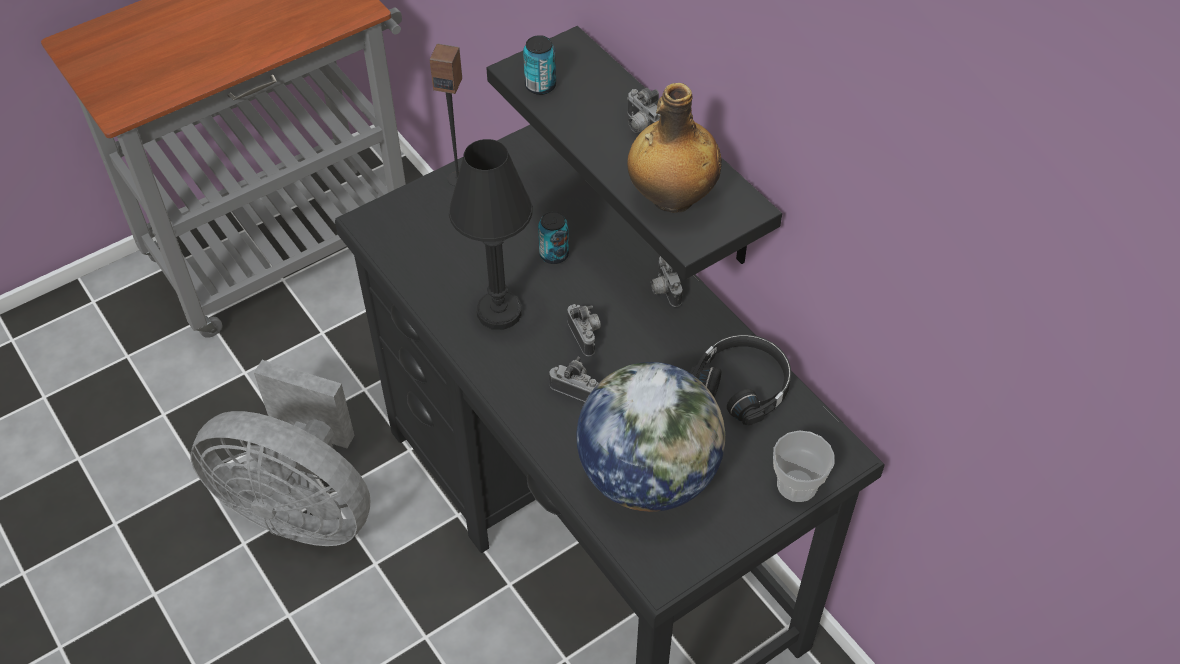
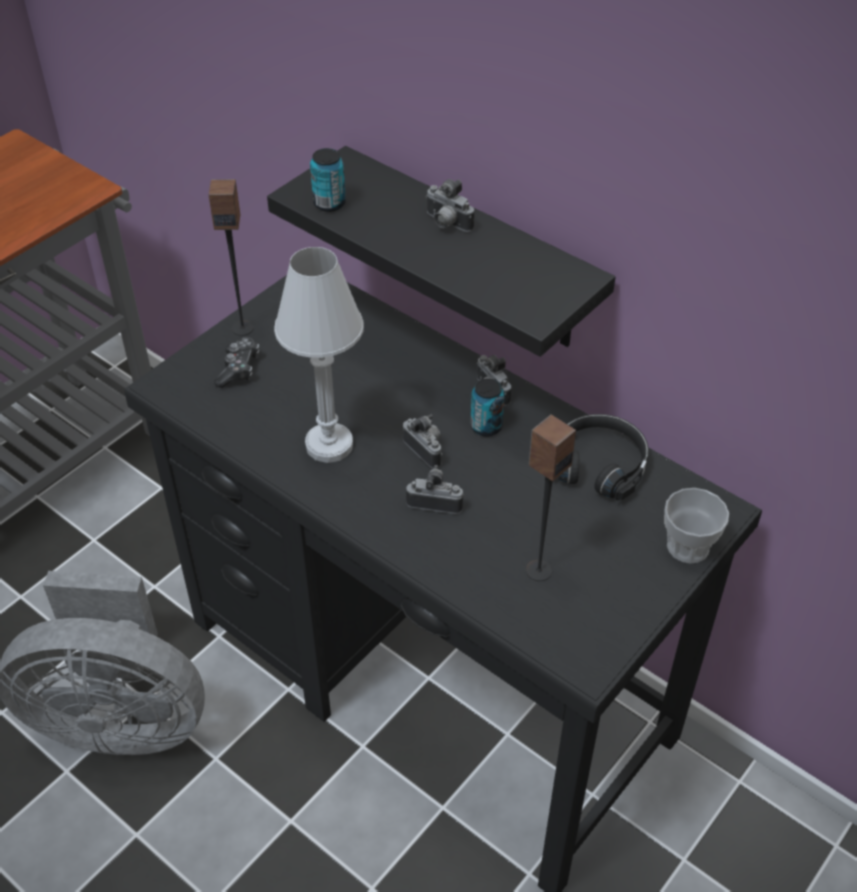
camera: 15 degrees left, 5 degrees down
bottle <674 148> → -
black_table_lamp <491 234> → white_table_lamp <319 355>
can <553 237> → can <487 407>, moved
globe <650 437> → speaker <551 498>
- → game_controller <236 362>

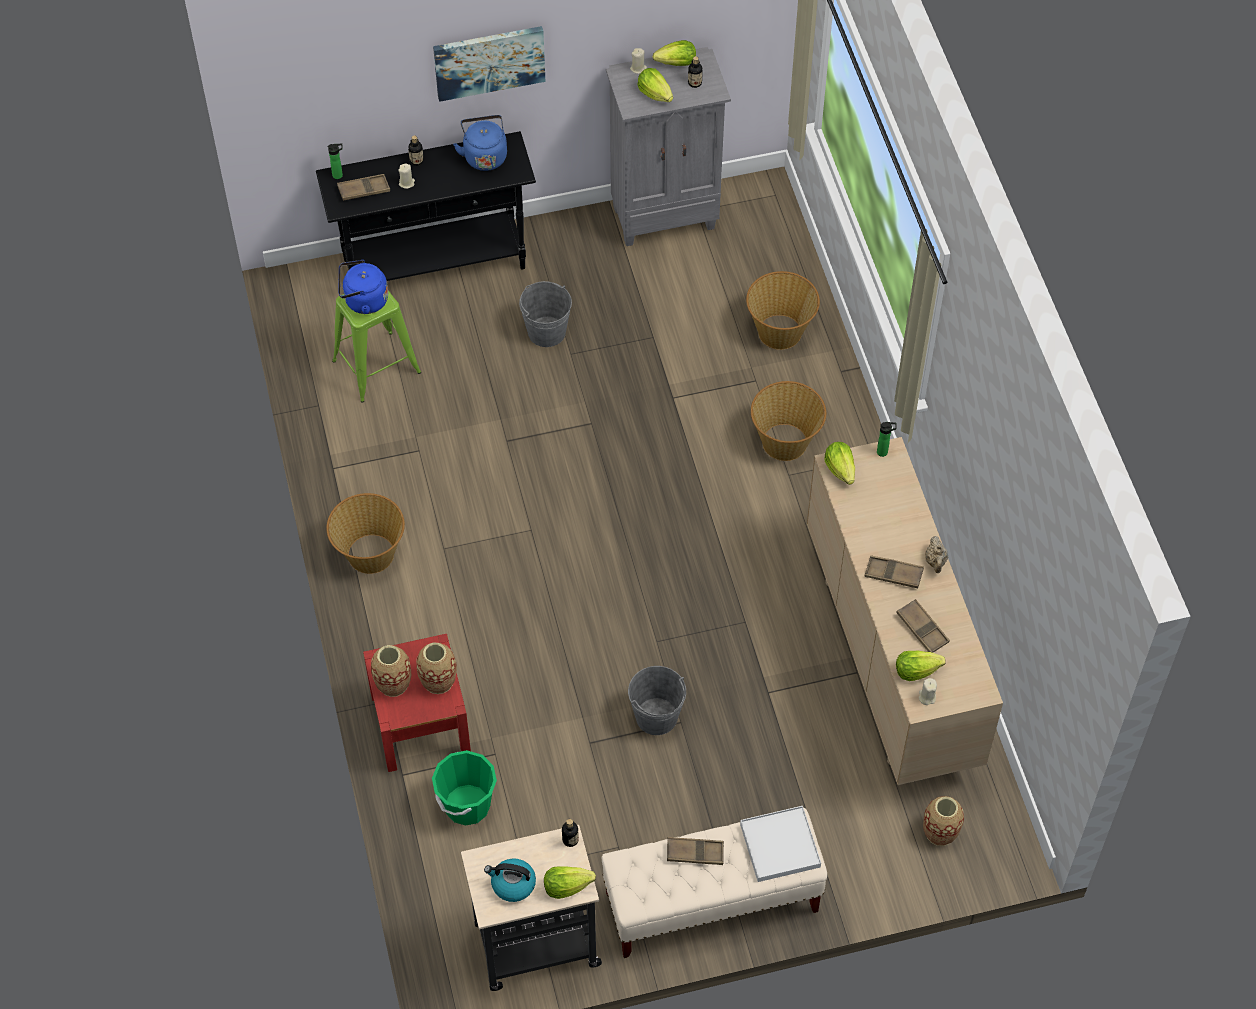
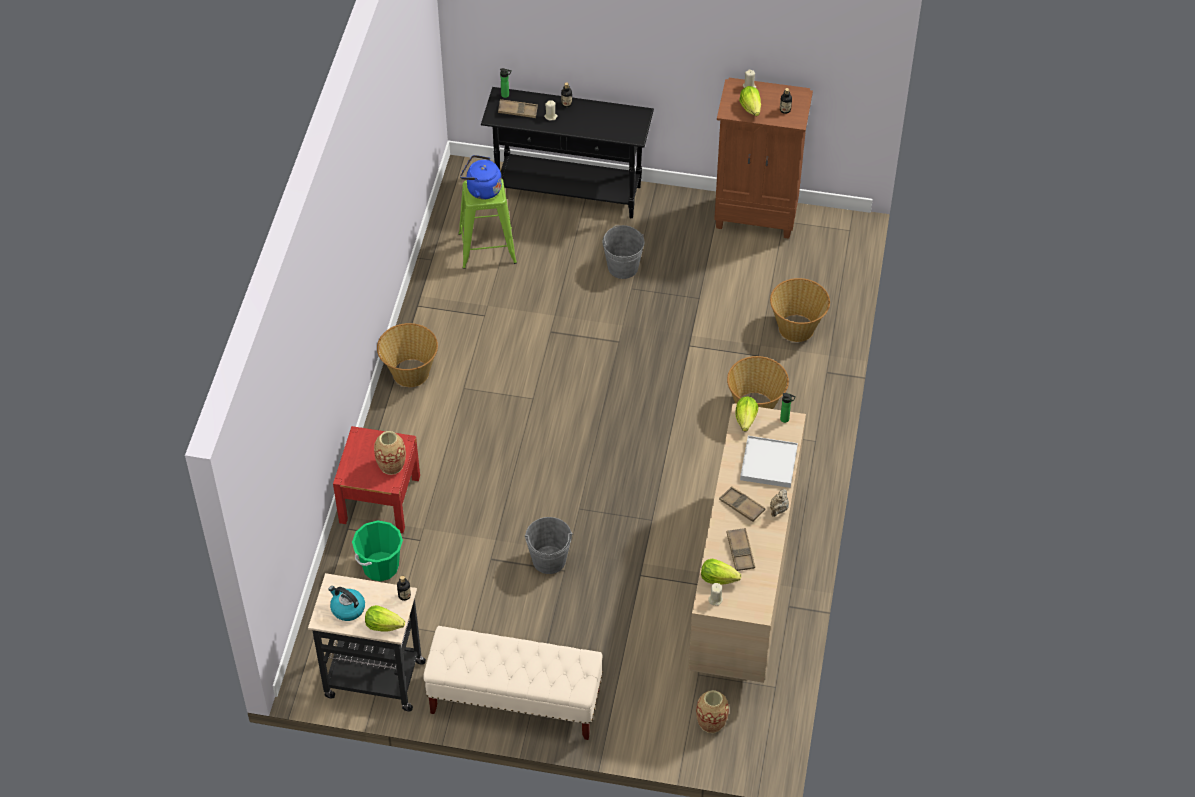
camera: 25 degrees right, 5 degrees down
picture <489 64> → -
lettuce <674 53> → -
grey_cabinet <668 146> → brown_cabinet <763 158>
blue_kettle <480 143> → -
vase <391 671> → -
white_tray <780 844> → white_tray <769 462>, moved
brown_tray <695 851> → -

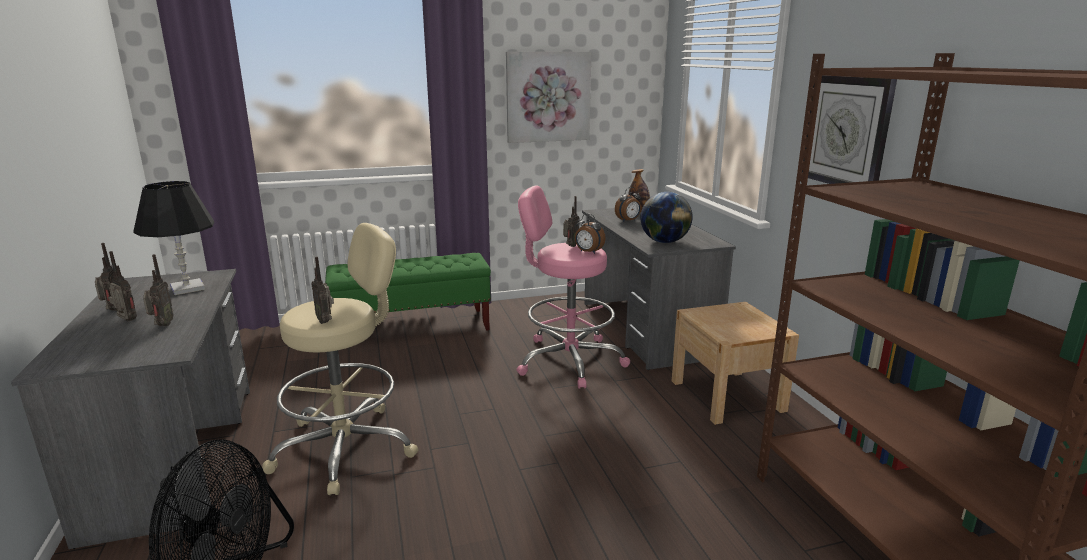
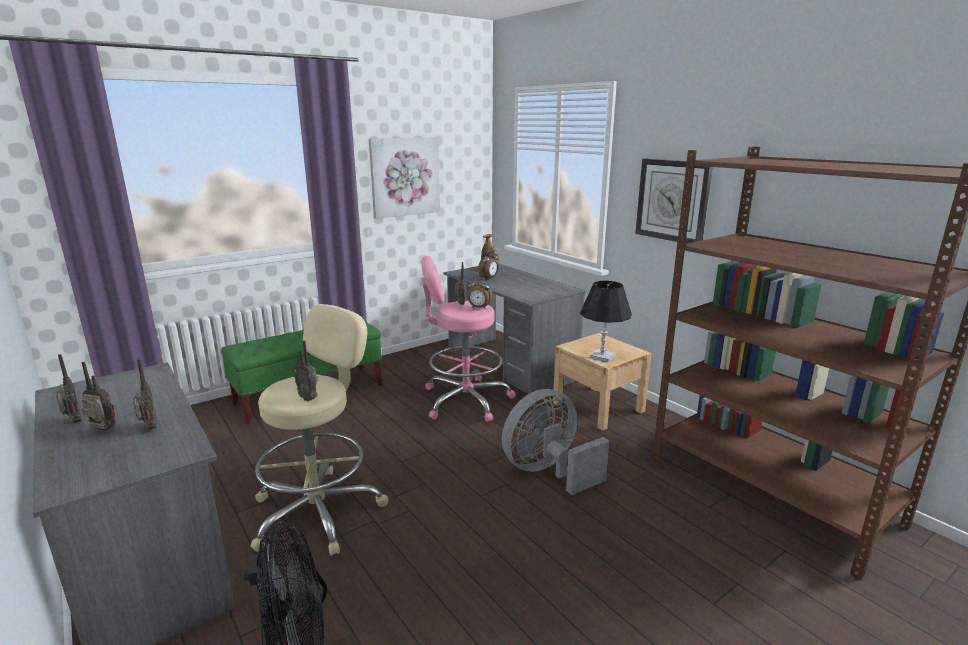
camera: 20 degrees left, 0 degrees up
black_table_lamp <174 238> → black_table_lamp <606 321>, moved
globe <667 217> → -
- → grey_fan <555 442>

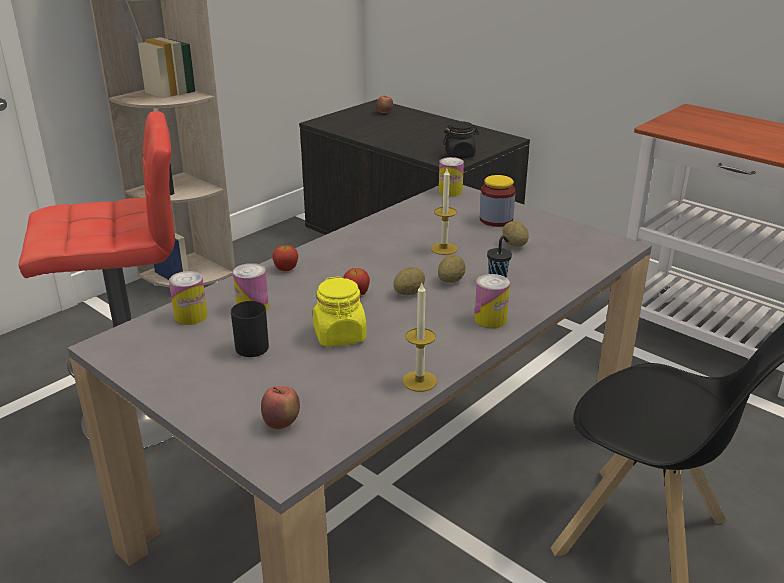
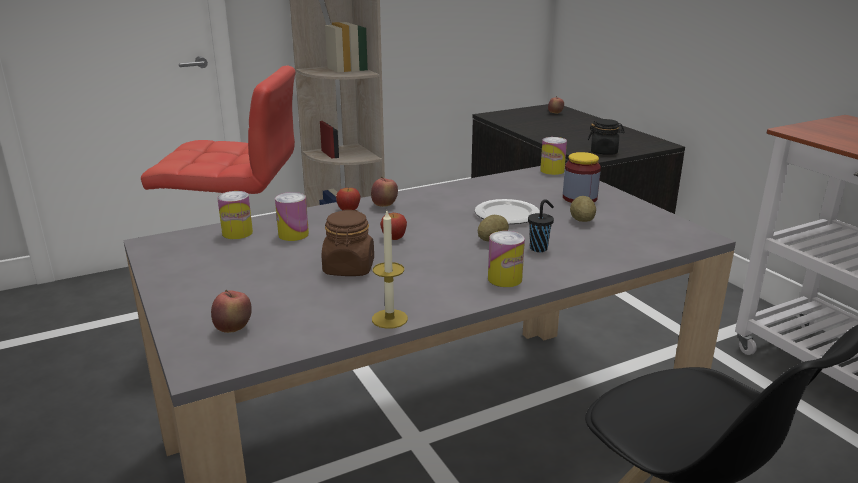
camera: 20 degrees right, 5 degrees down
candle <444 212> → plate <507 211>
potato <409 281> → -
yellow_jar <340 311> → brown_jar <348 243>
black_mug <250 329> → -
- → apple <384 192>

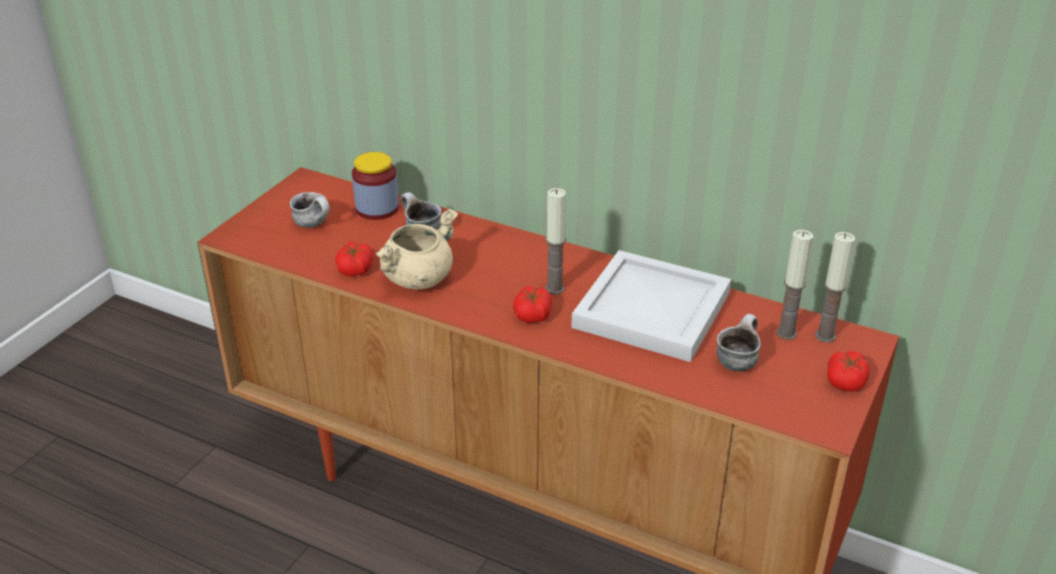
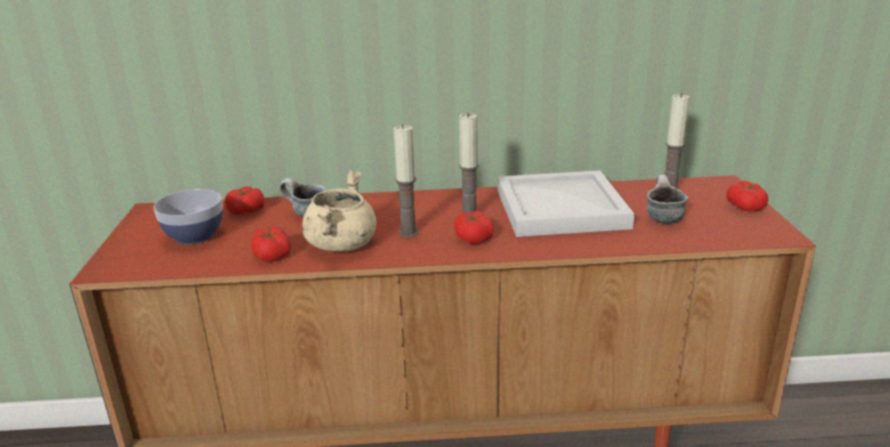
camera: 30 degrees left, 10 degrees down
jar <375 186> → tomato <245 201>
mug <310 210> → bowl <188 217>
candle <835 287> → candle <406 181>, moved

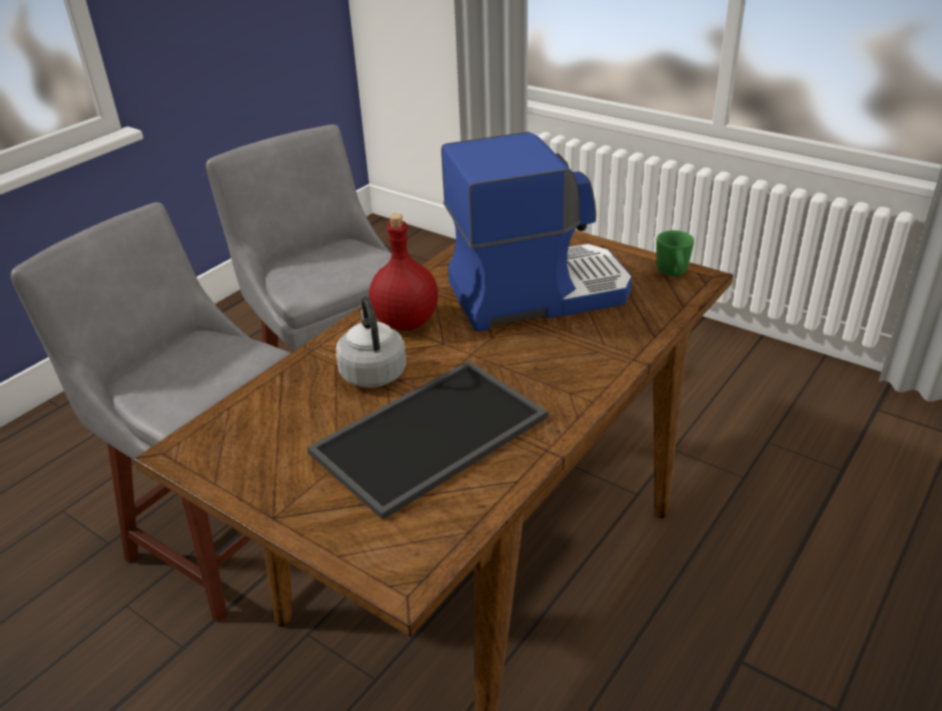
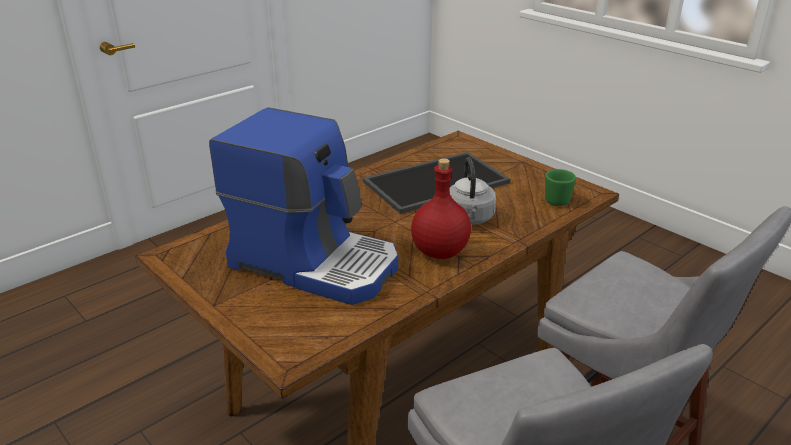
camera: 170 degrees left, 5 degrees down
coffee_machine <536 232> → coffee_machine <303 206>, 150 degrees counterclockwise
green_mug <675 253> → green_mug <560 187>, moved

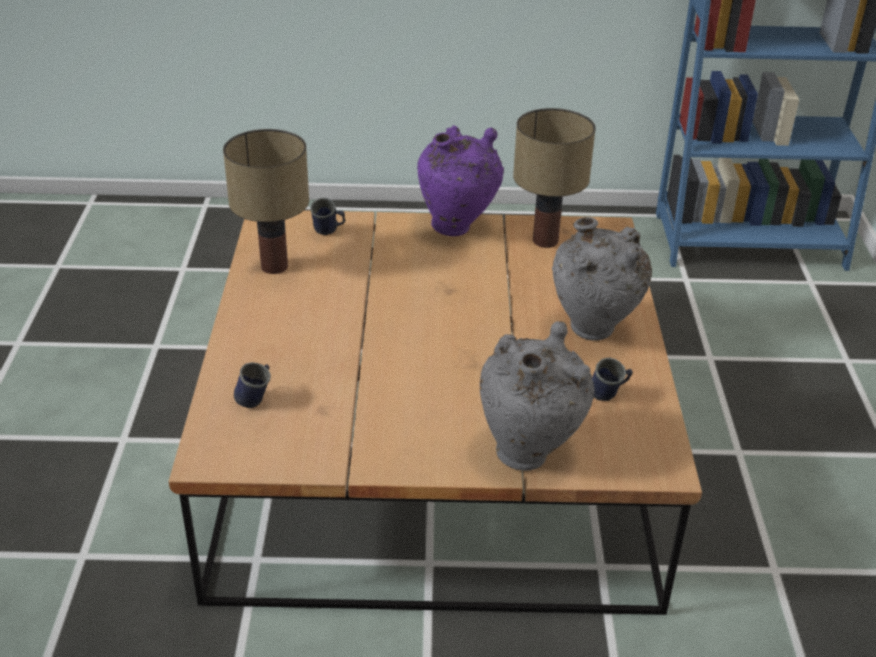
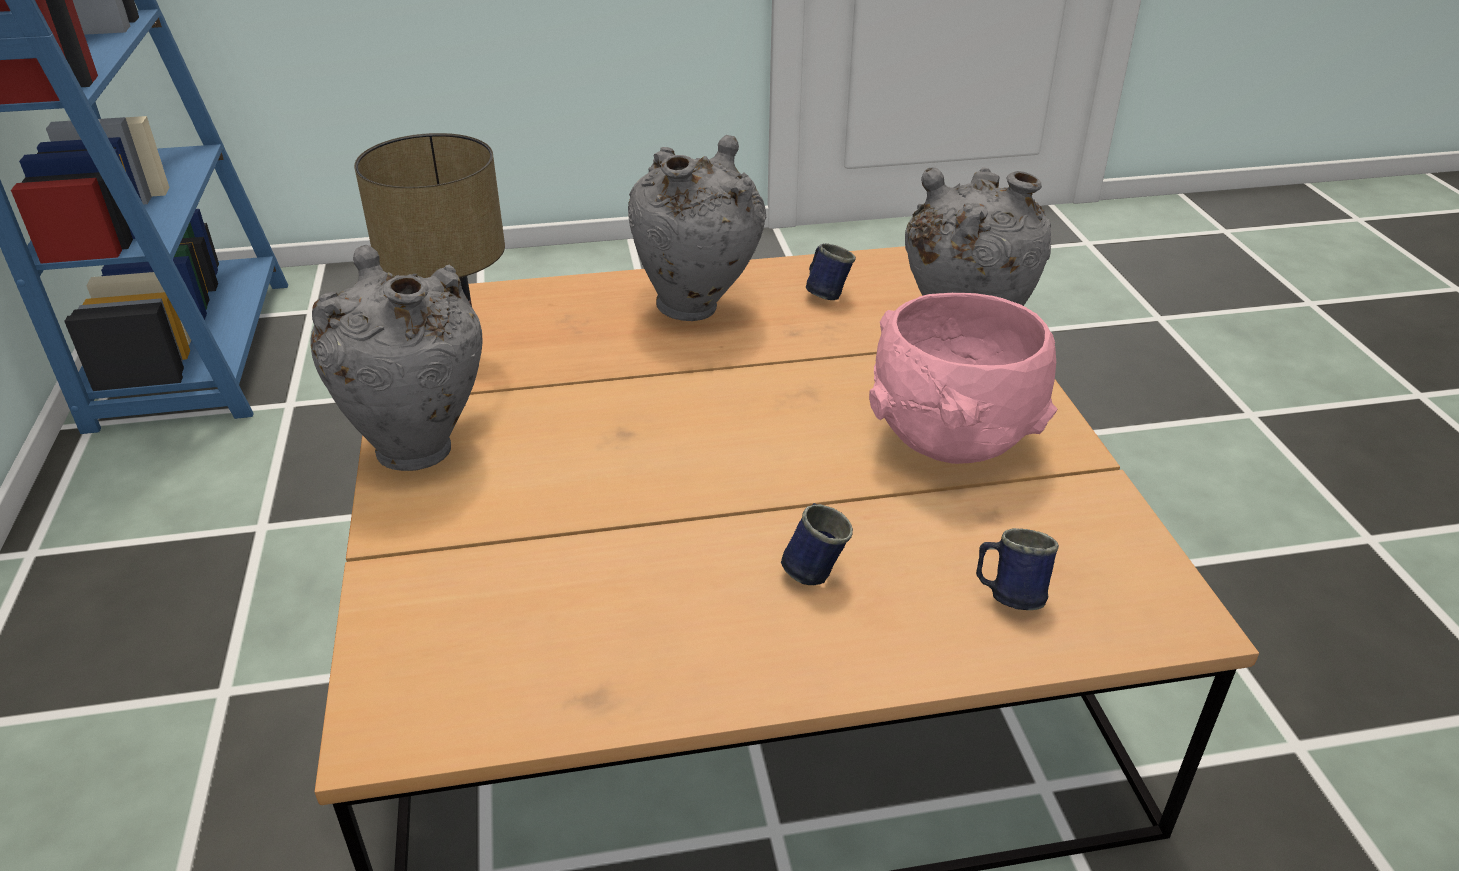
camera: 100 degrees left, 0 degrees up
purple_vase <460 180> → grey_vase <396 358>
table_lamp <266 201> → -
blue_mug <327 216> → blue_mug <817 544>, moved
- → pink_bowl <963 378>

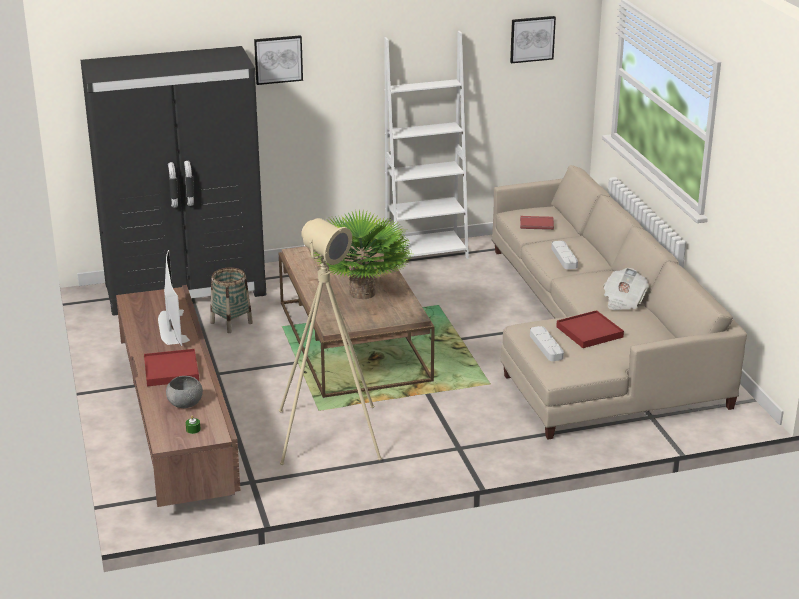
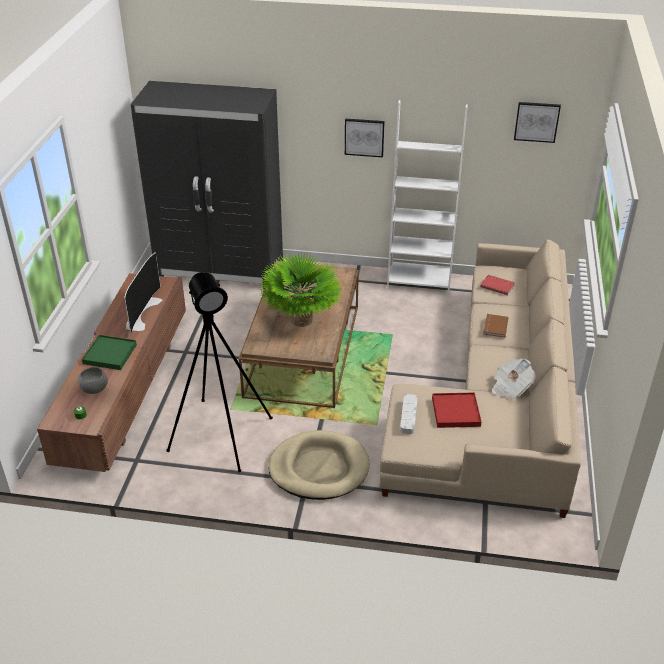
camera: 25 degrees right, 10 degrees up
picture <278 60> → picture <365 137>, moved
beige_floor_lamp <330 341> → black_floor_lamp <219 372>
grey_tray <564 255> → brown_book <495 326>
basket <231 300> → -
red_tray <171 367> → green_tray <109 352>
- → beige_dog_bed <319 465>

